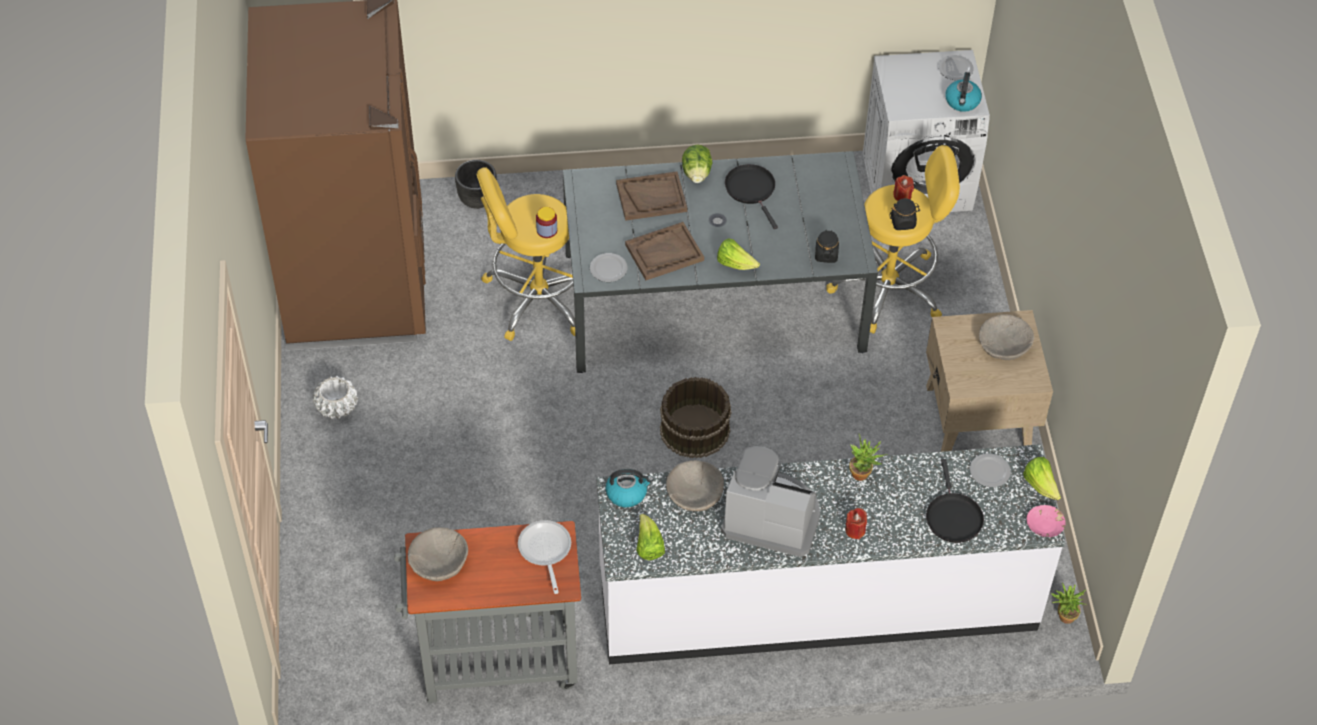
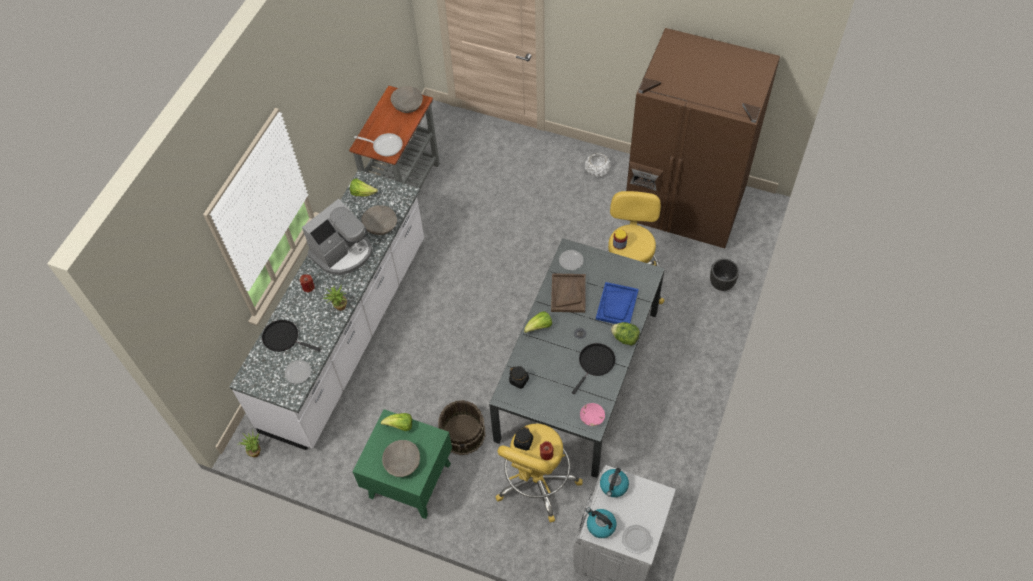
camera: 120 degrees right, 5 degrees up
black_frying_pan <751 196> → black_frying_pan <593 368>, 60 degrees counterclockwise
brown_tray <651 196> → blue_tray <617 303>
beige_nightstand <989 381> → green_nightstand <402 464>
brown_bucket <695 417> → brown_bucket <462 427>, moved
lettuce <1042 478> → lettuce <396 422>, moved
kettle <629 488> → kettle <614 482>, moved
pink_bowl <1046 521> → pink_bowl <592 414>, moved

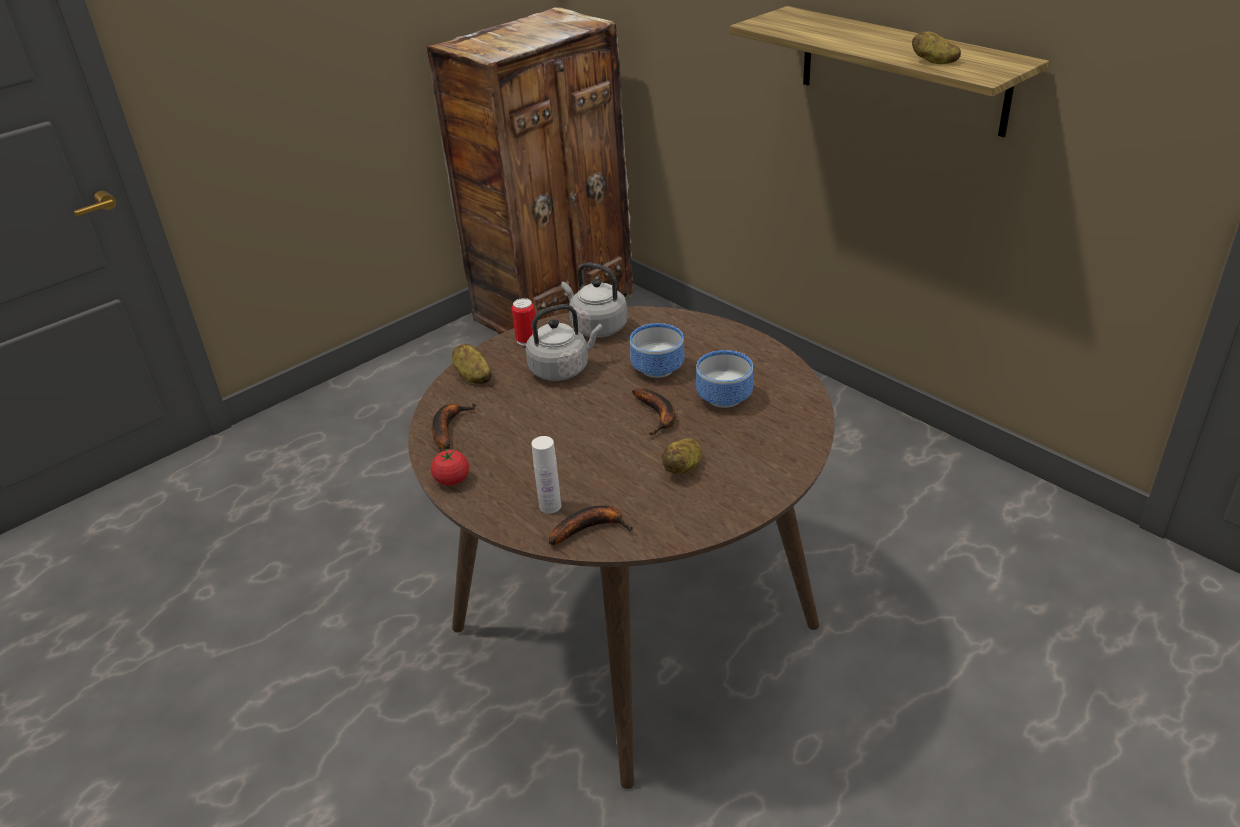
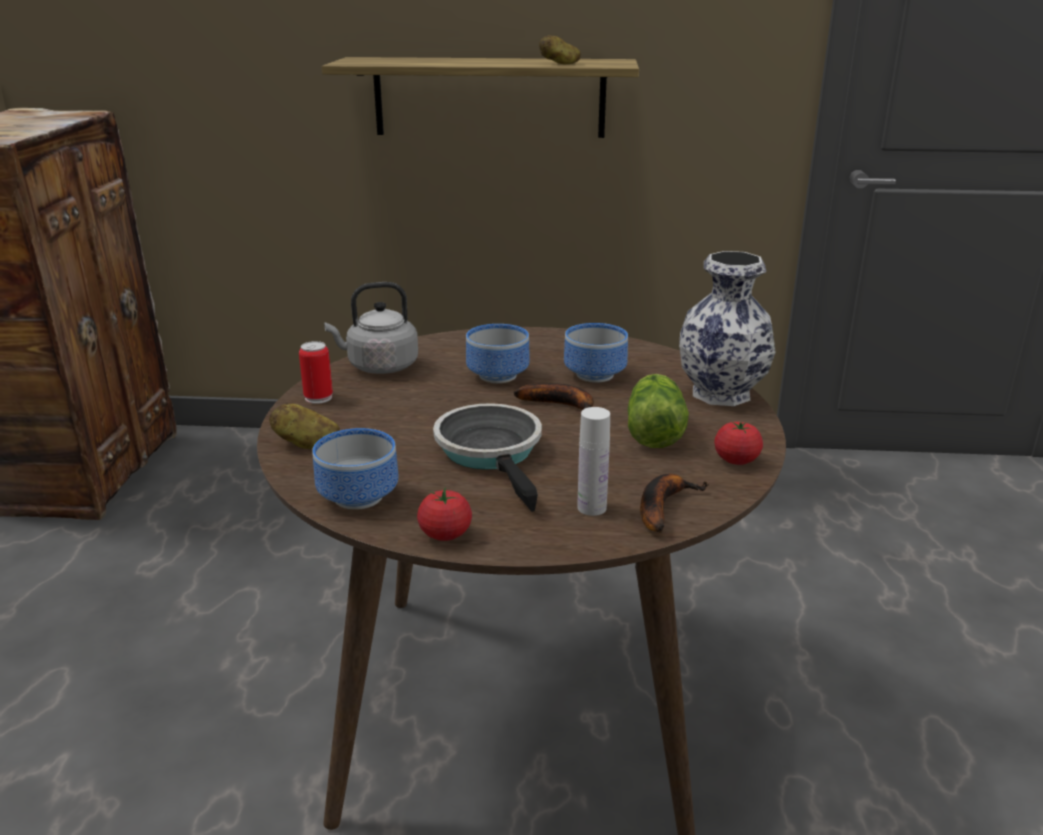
camera: 45 degrees left, 10 degrees down
grey_kettle <564 342> → -
banana <454 426> → bowl <355 469>
potato <682 456> → lettuce <658 411>
- → vase <727 328>
- → frying_pan <487 457>
- → tomato <738 443>

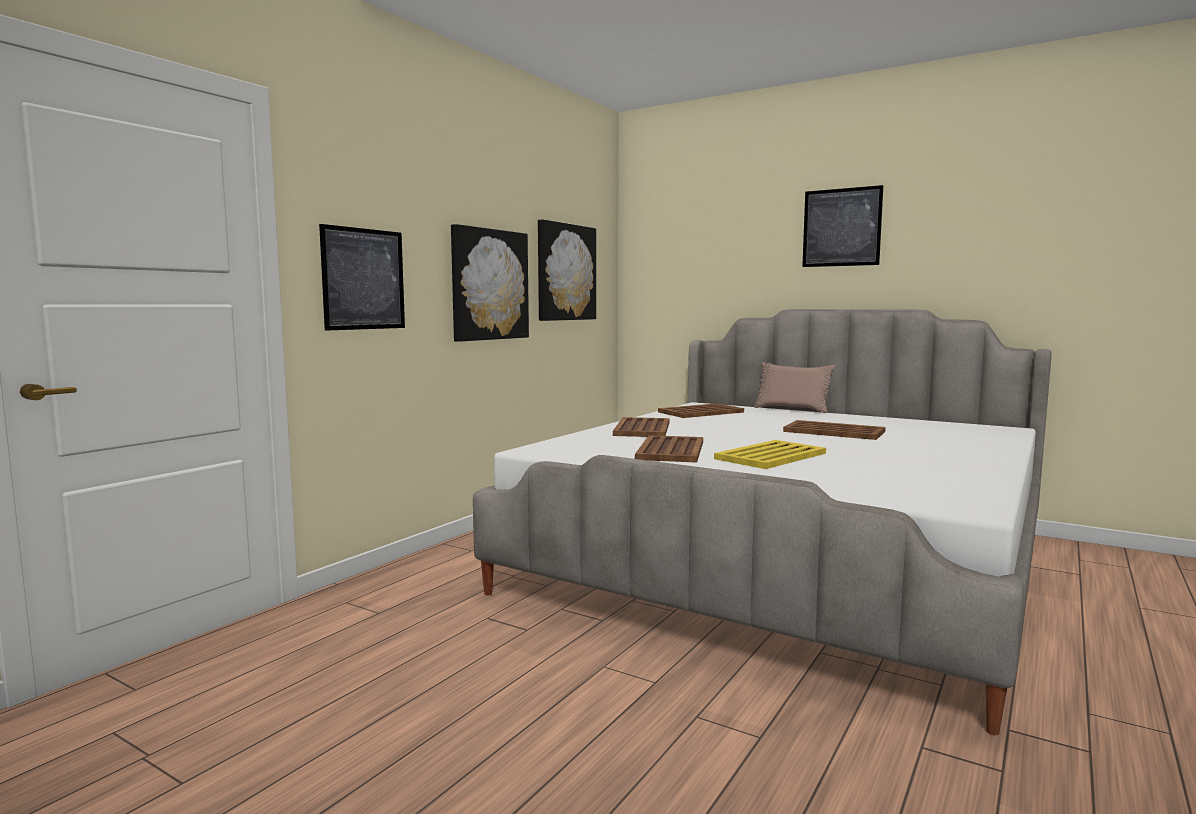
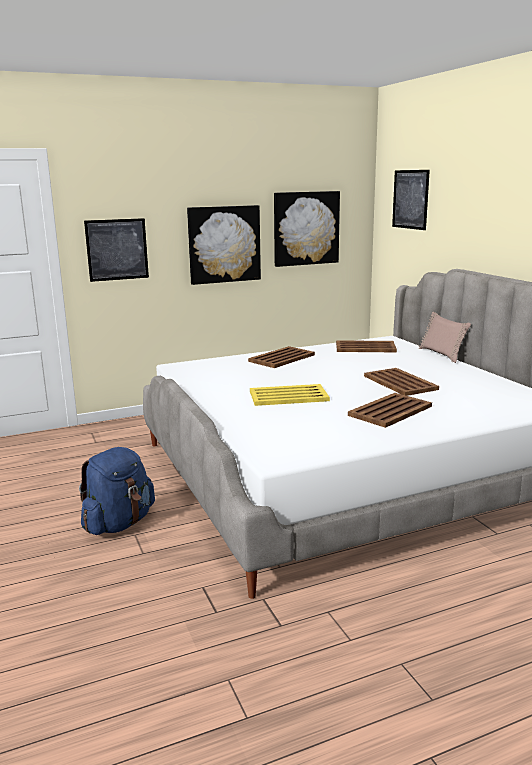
camera: 35 degrees right, 10 degrees up
picture <842 226> → picture <411 200>, moved
brown_tray <669 449> → brown_tray <390 410>, moved
- → blue_backpack <117 491>

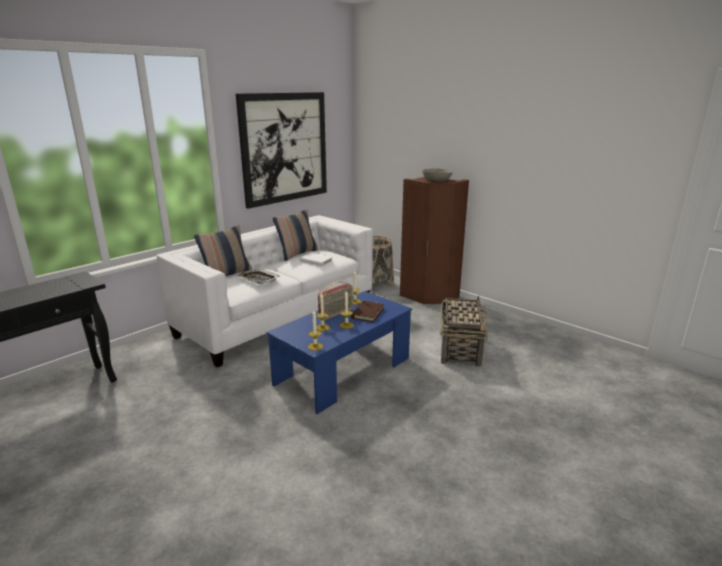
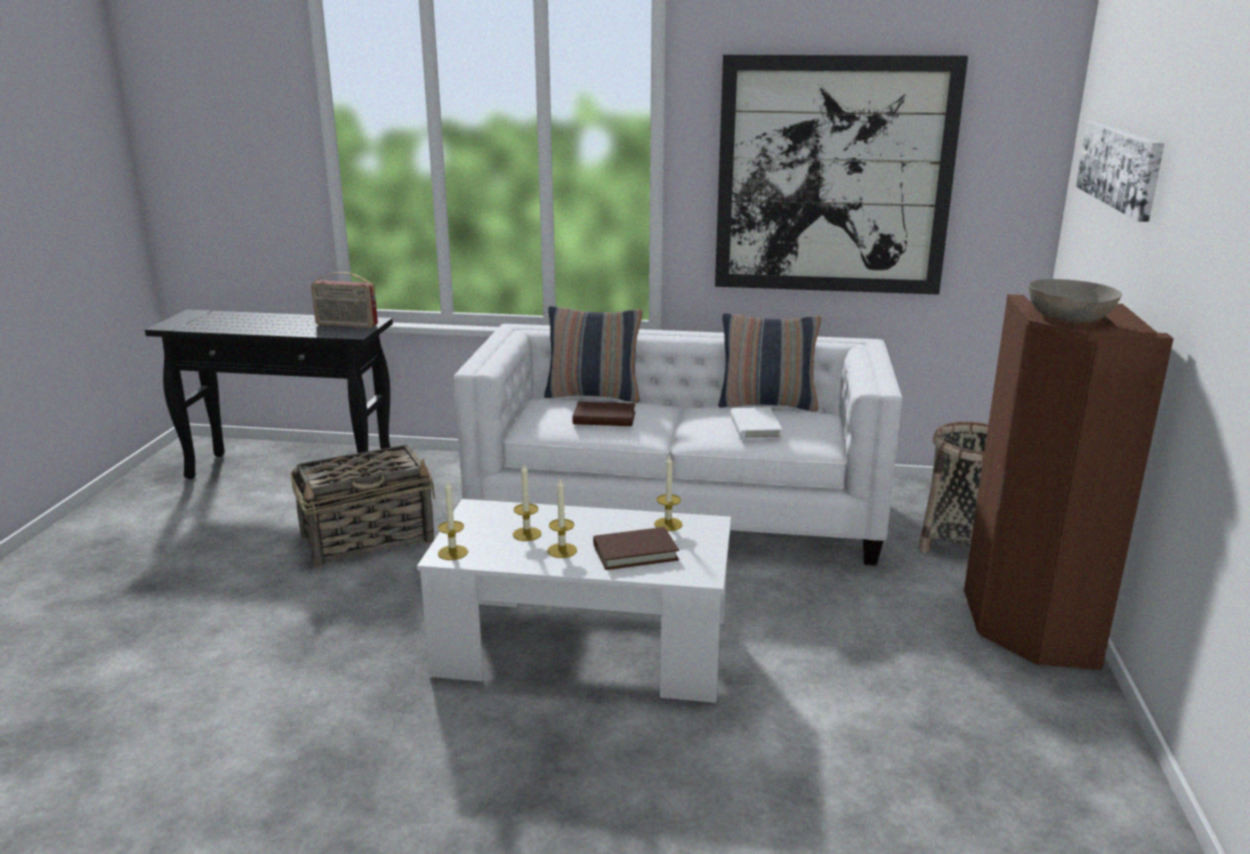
camera: 55 degrees right, 0 degrees up
tray <258 276> → brown_book <604 414>
radio <335 301> → radio <344 300>, moved
blue_coffee_table <339 352> → white_coffee_table <574 601>
basket <464 331> → basket <363 506>, moved
- → picture <1120 172>

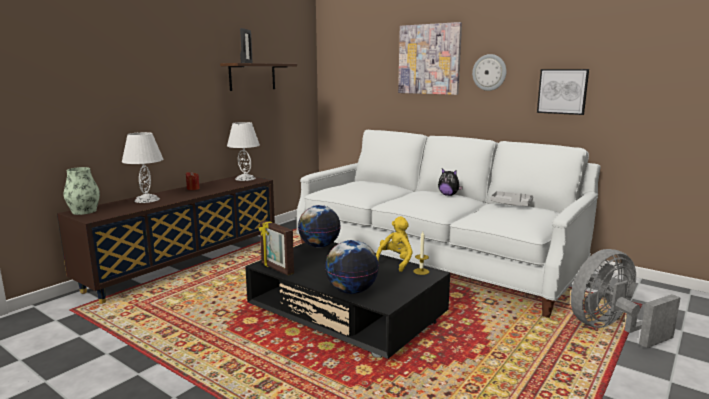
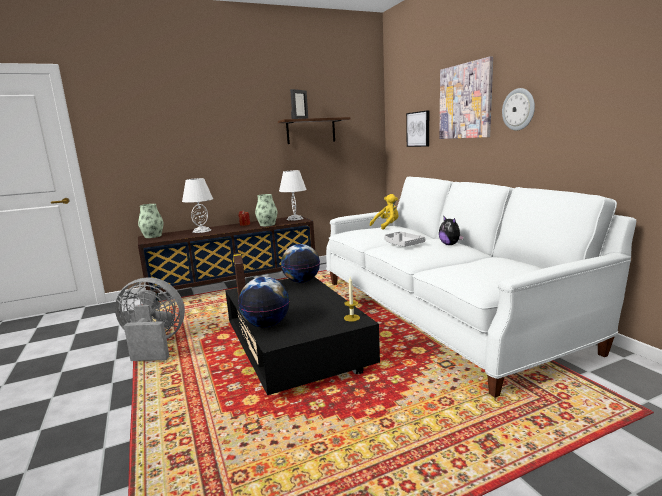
camera: 30 degrees right, 0 degrees up
picture <563 92> → picture <417 128>, moved
grey_tray <512 198> → grey_tray <404 239>, moved
yellow_plush_toy <394 244> → yellow_plush_toy <384 211>, moved
grey_fan <626 298> → grey_fan <150 319>, moved
- → vase <266 210>

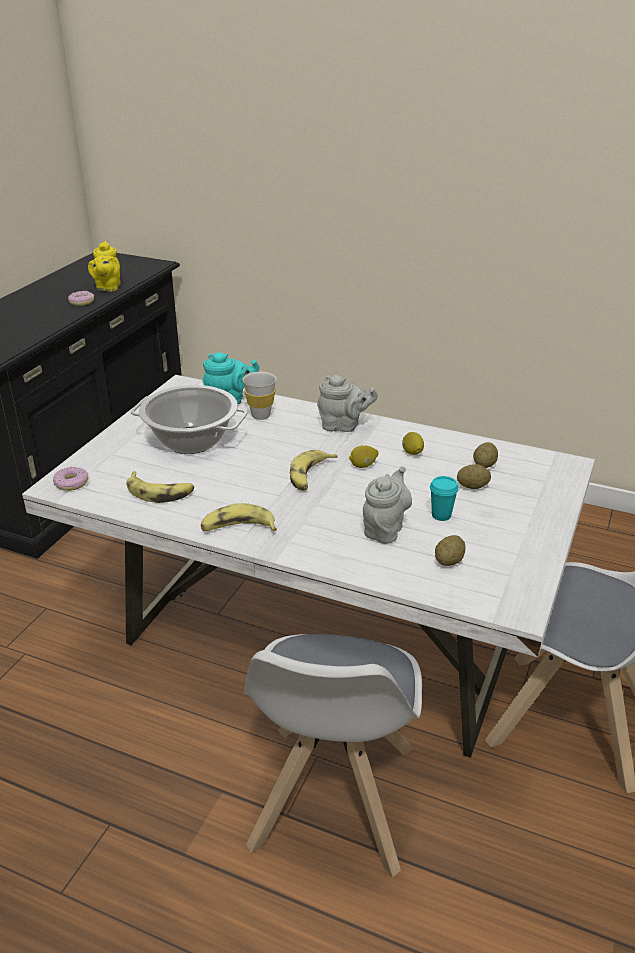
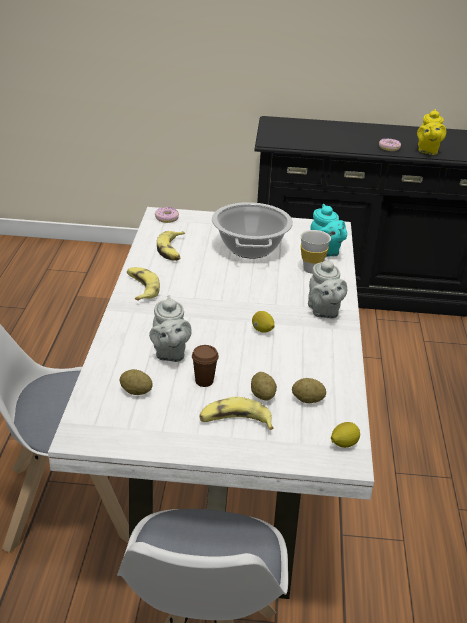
camera: 70 degrees right, 0 degrees up
yellow_teapot <104 266> → yellow_teapot <431 132>, 60 degrees counterclockwise
lemon <413 443> → lemon <345 435>, moved
banana <314 470> → banana <236 413>, moved
grey_teapot <387 505> → grey_teapot <170 328>, 75 degrees clockwise
turquoise_cup <444 498> → brown_cup <205 366>

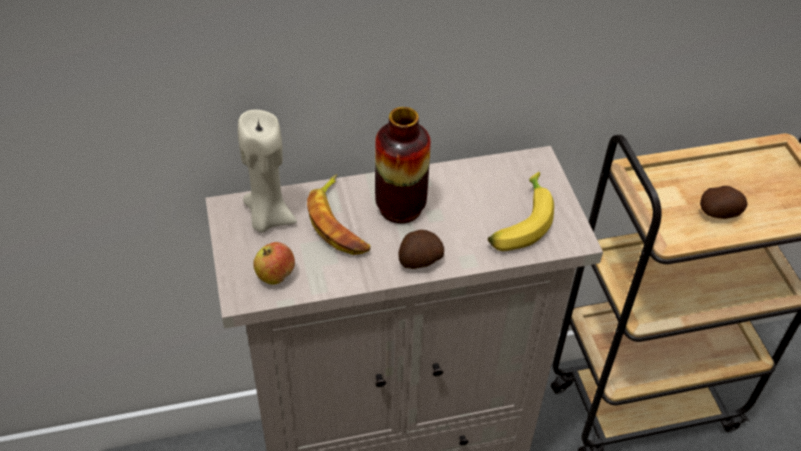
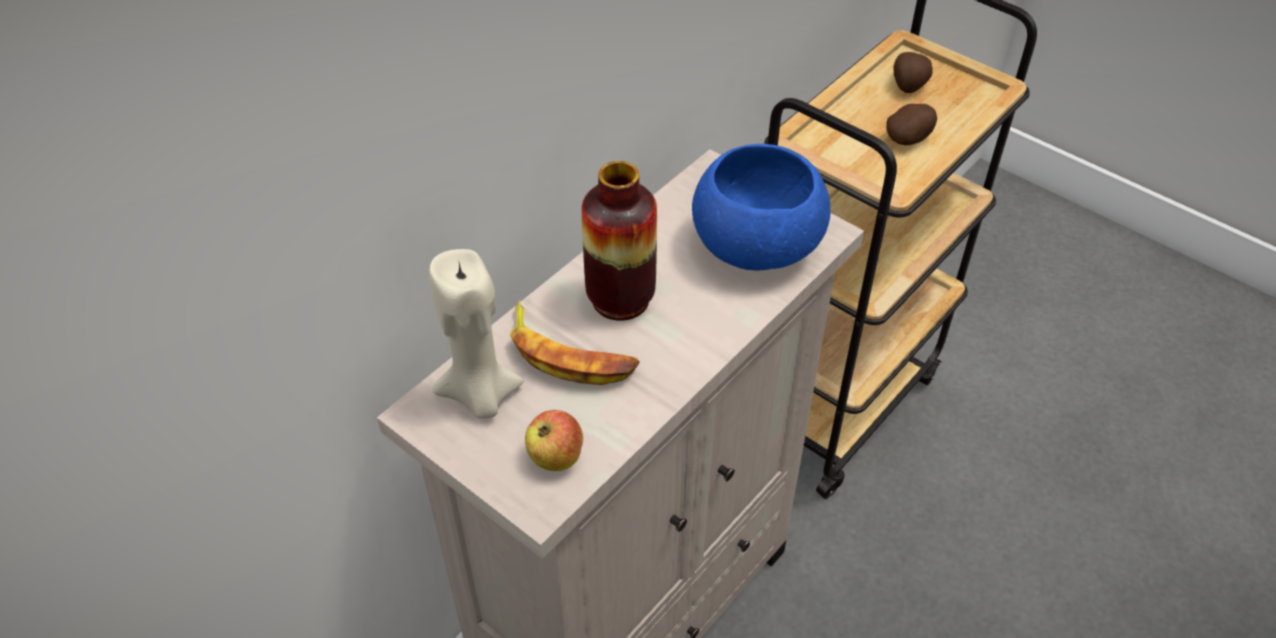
camera: 35 degrees left, 0 degrees up
banana <521 211> → blue_bowl <761 207>
potato <421 249> → potato <913 72>, moved

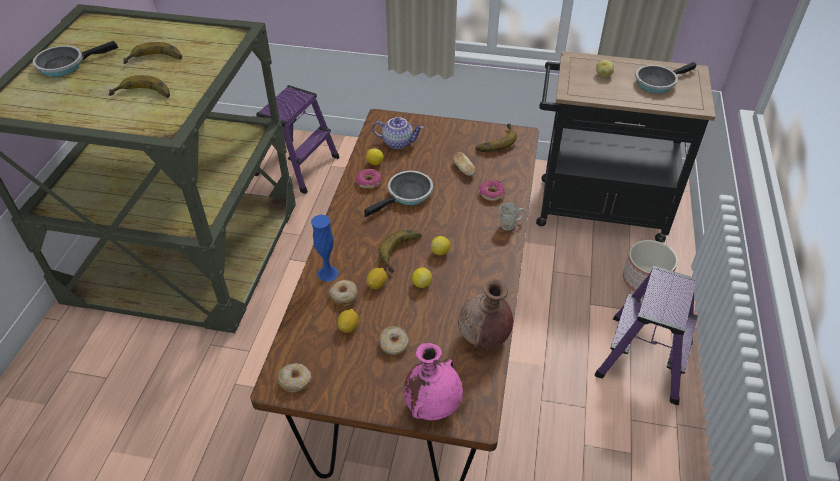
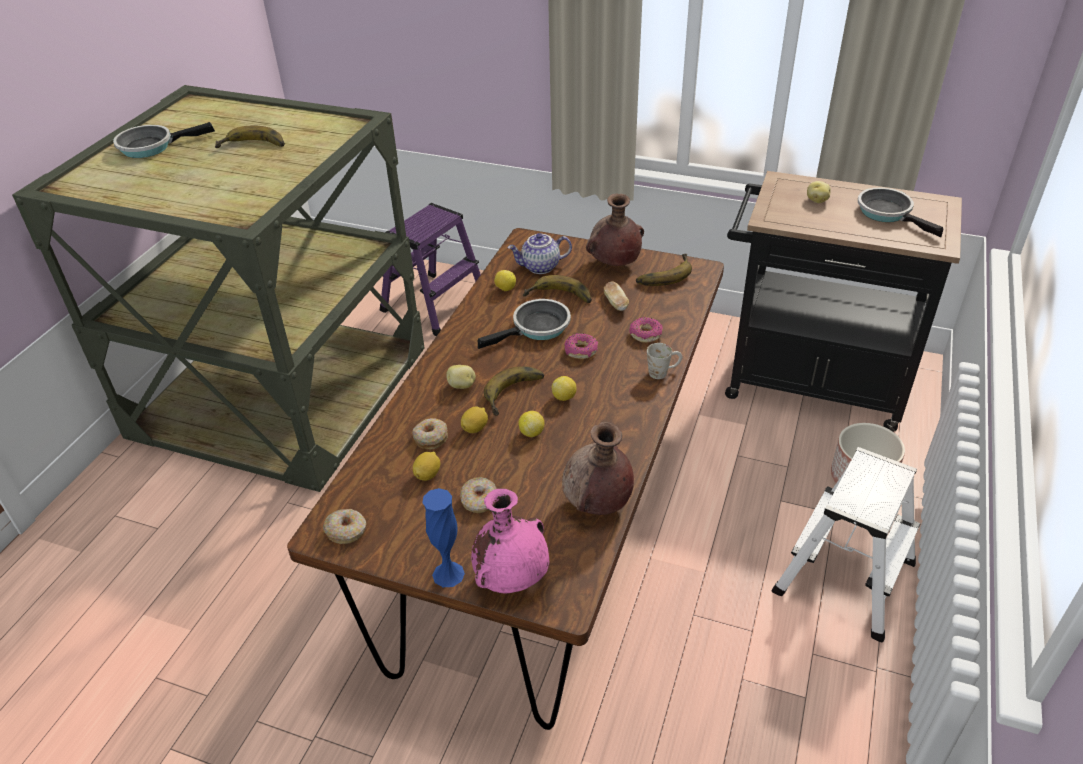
camera: 10 degrees right, 5 degrees down
frying_pan <665 77> → frying_pan <900 212>, 75 degrees clockwise
banana <139 86> → banana <557 289>, moved
teapot <398 133> → teapot <539 253>, 150 degrees clockwise
donut <368 179> → donut <581 346>, moved
blue_vase <325 248> → blue_vase <444 537>, moved
purple_step_ladder <646 335> → white_step_ladder <846 544>
- → brown_vase <615 230>
- → potato <461 377>

